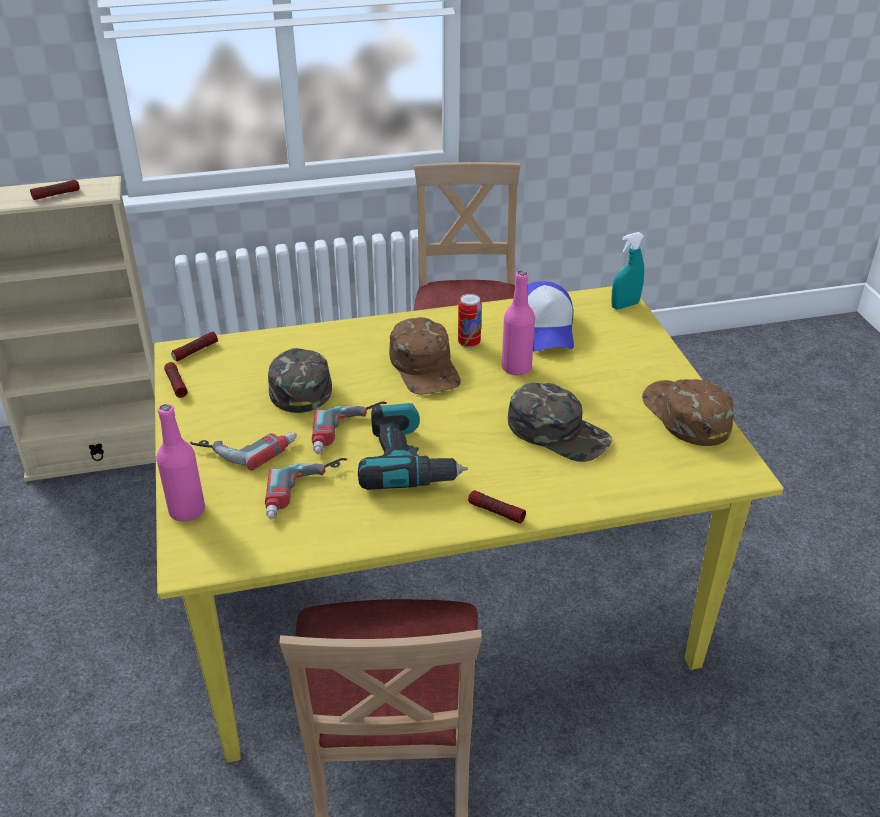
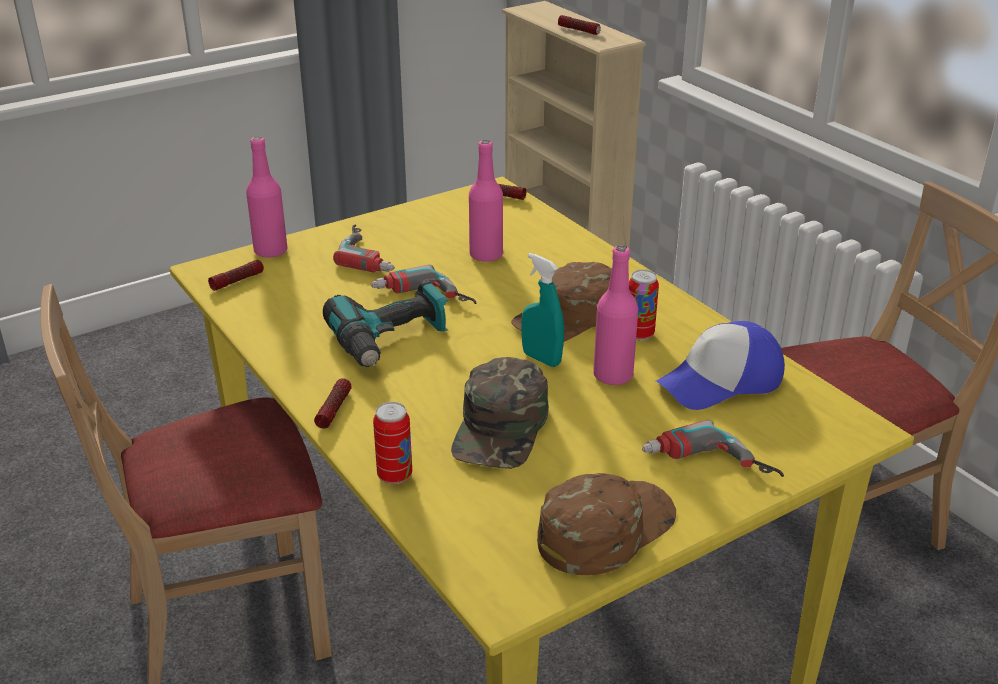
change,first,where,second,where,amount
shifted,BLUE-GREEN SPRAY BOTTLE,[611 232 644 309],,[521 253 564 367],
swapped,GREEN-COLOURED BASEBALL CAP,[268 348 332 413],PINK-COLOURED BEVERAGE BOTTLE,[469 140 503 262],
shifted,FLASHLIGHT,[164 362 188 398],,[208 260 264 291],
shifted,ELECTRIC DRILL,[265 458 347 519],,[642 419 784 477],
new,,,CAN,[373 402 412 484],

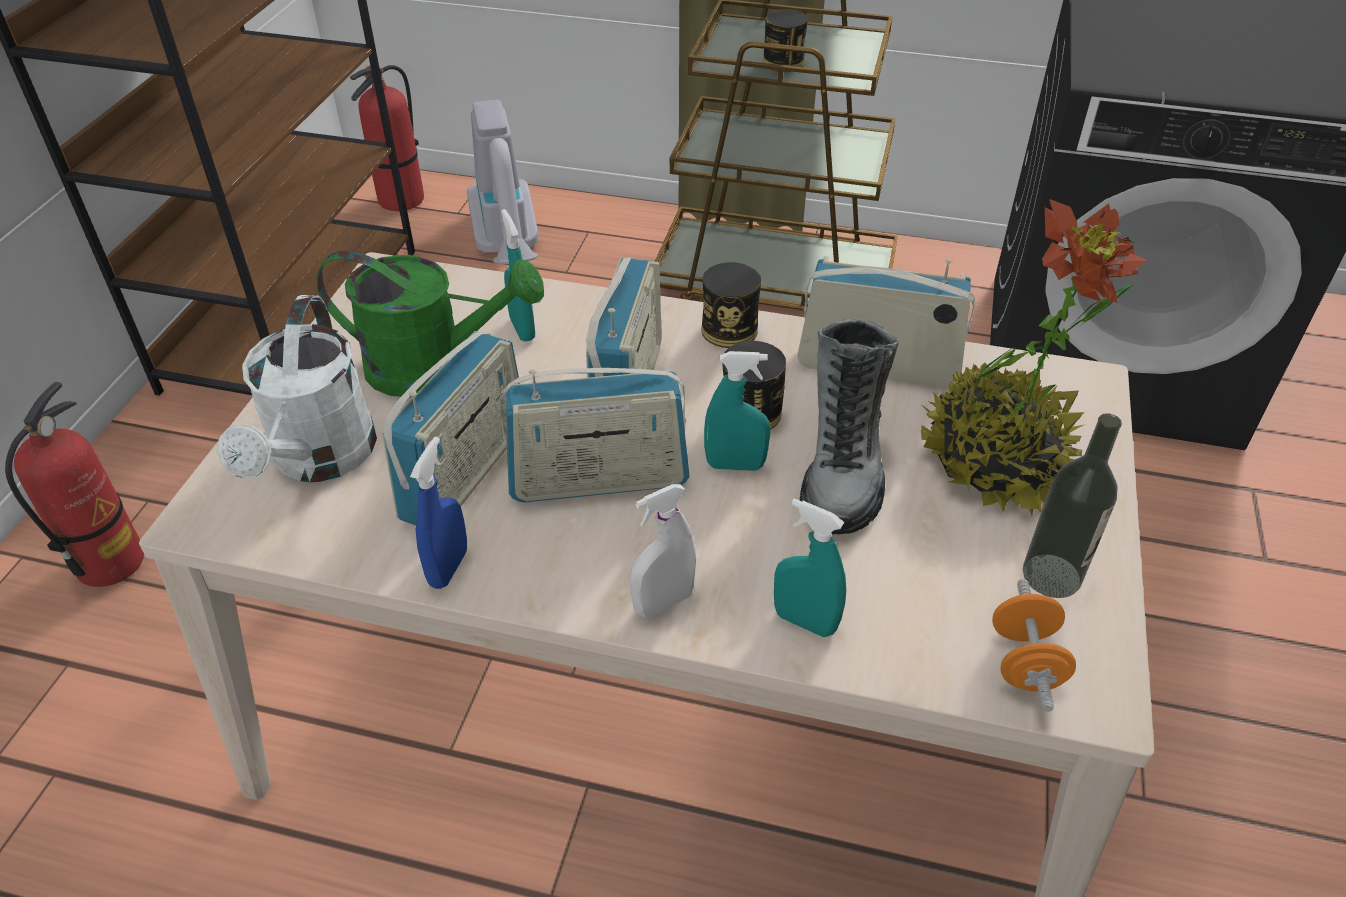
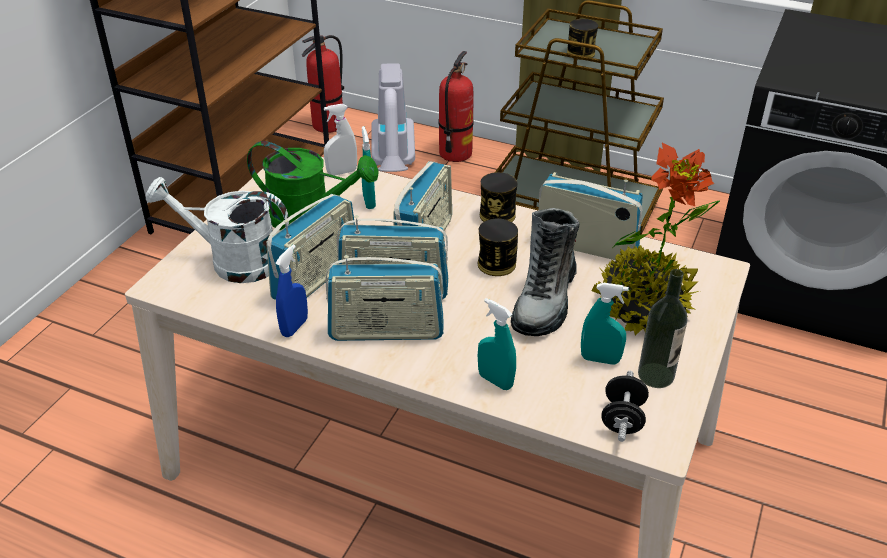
change,first,where,second,where,amount
rotated,WHITE WATERING CAN,[217 295 377 482],,[146 177 289 283],90 degrees clockwise
shifted,BLUE-GREEN SPRAY BOTTLE,[704 351 771 471],,[581 283 629 365],
shifted,FIRE-FIGHTING CYLINDER,[5 382 144 587],,[439 51 474 162],
shifted,WHITE SPRAY BOTTLE,[630 484 696 617],,[324 104 357 176],
repainted,ORANGE HAND WEIGHT,[992 579 1076 712],BLACKISH HAND WEIGHT,[601 371 649 442],
new,,,RADIO SET,[325 255 444 341],

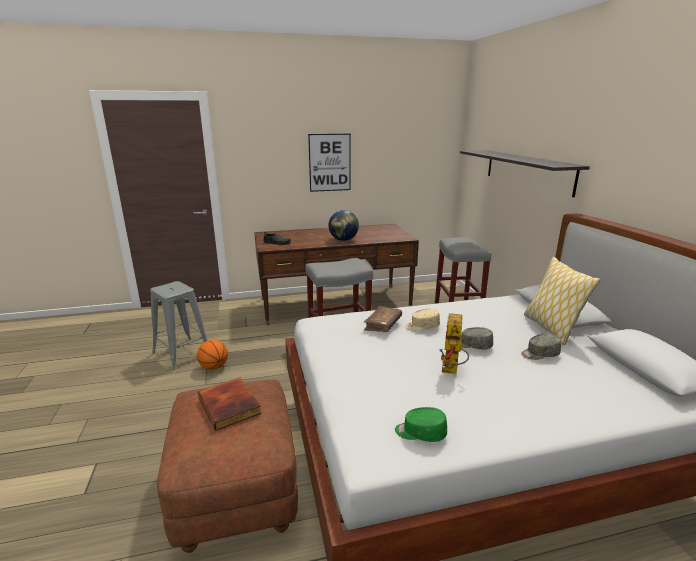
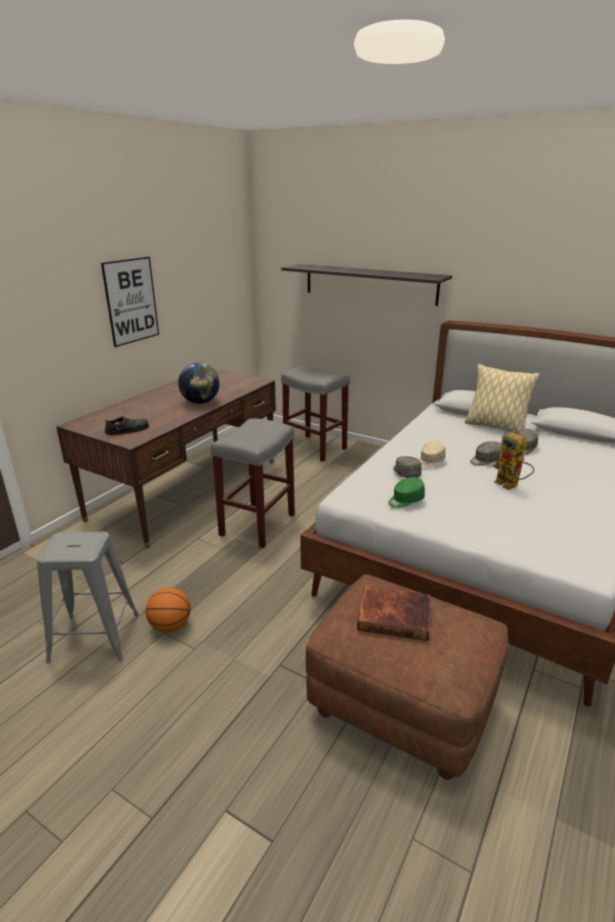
change,first,where,second,where,amount
swapped,BROWNISH BOOK,[364 306 402 332],GREYISH BASEBALL CAP,[393 456 422 478],
shifted,GREEN-COLOURED BASEBALL CAP,[395 407 447 442],,[388 477 425 508],

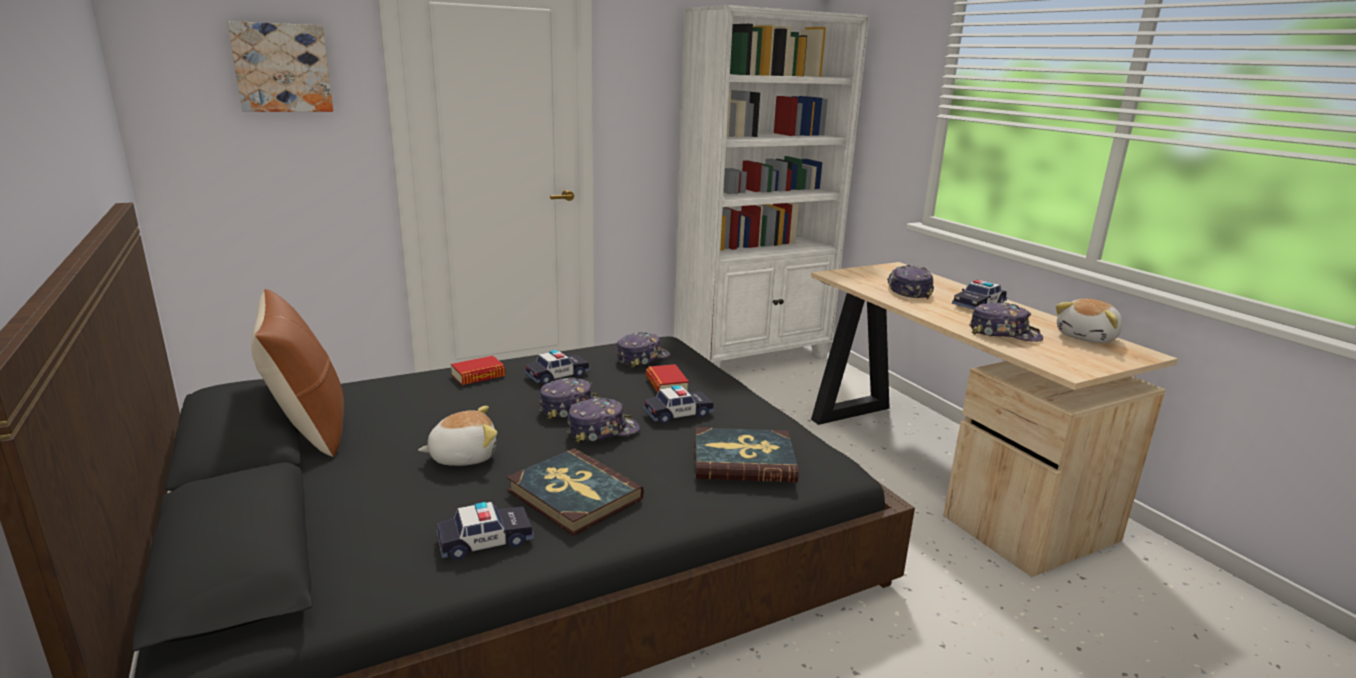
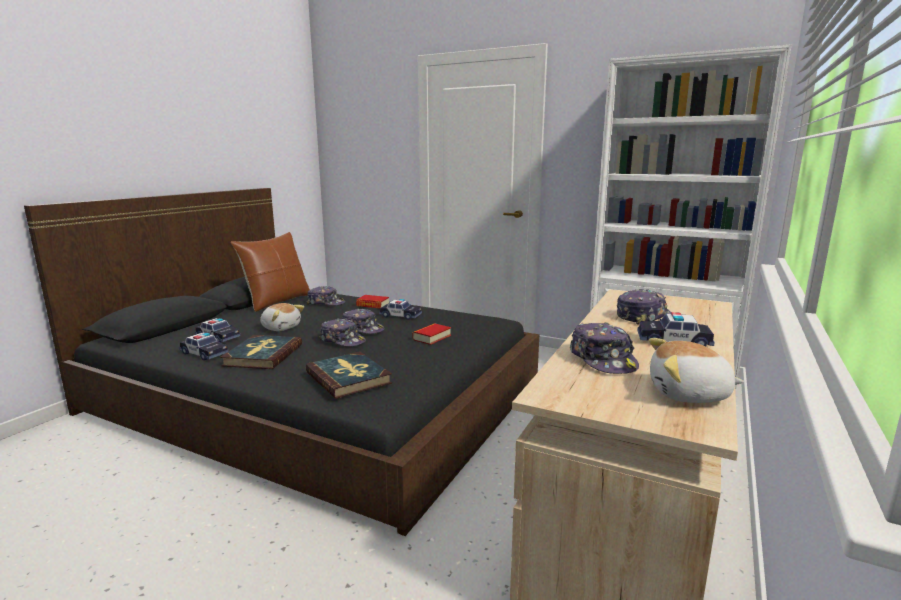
change,first,where,second,where,amount
gone,PICTURE,[228 21 333 112],,,
shifted,BASEBALL CAP,[617 332 671 368],,[307 286 346 305],
shifted,MODEL CAR,[643 385 715 424],,[195 318 241 343],

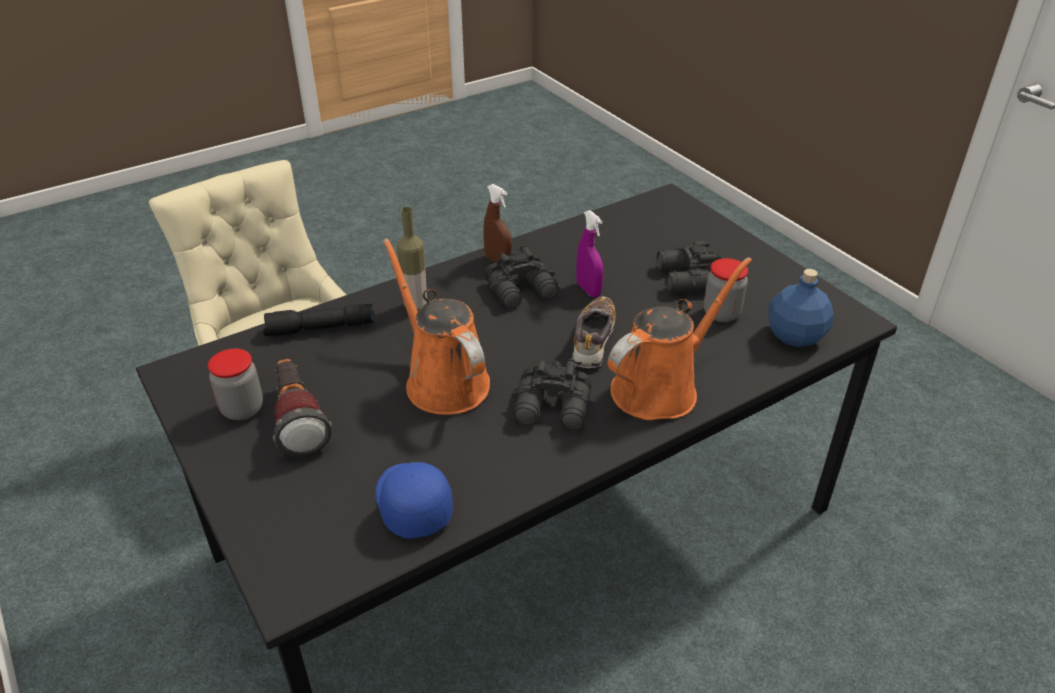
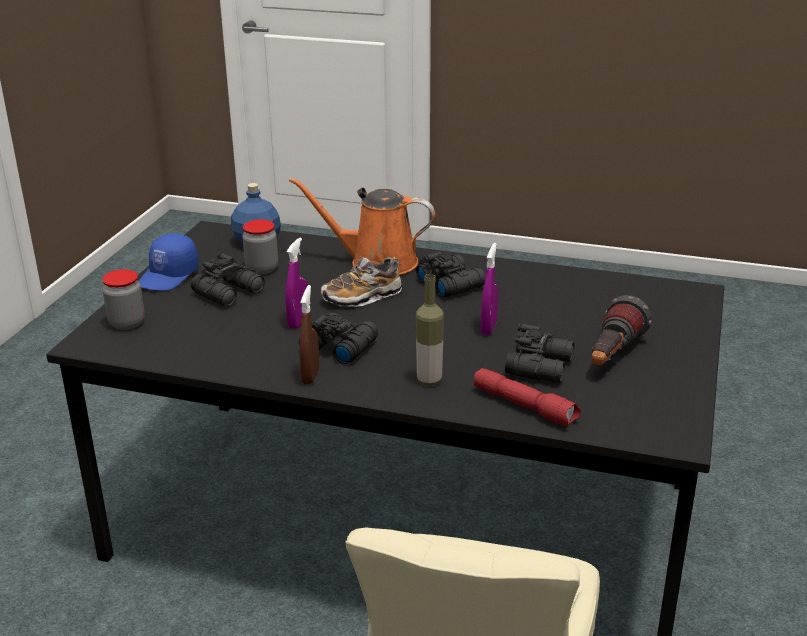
change,first,where,second,where,amount
swapped,ORANGE WATERING CAN,[383 238 490 415],PURPLISH SPRAY BOTTLE,[481 243 499 335],
repainted,BLACKISH FLASHLIGHT,[263 304 374 336],REDDISH FLASHLIGHT,[474 368 581 427],
shifted,JAR,[208 349 263 420],,[102 269 145 330],
shifted,BLUE-COLOURED BASEBALL CAP,[375 462 453 539],,[139 233 199 291],
new,,,BLACKISH FIELD GLASSES,[505 323 575 383],

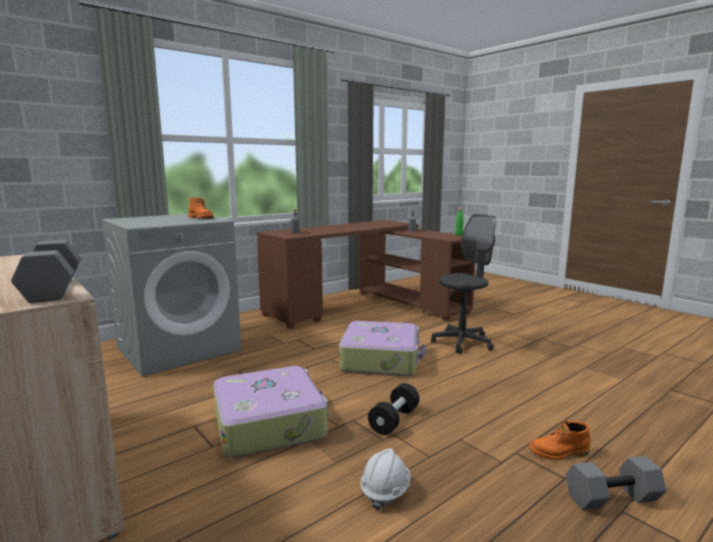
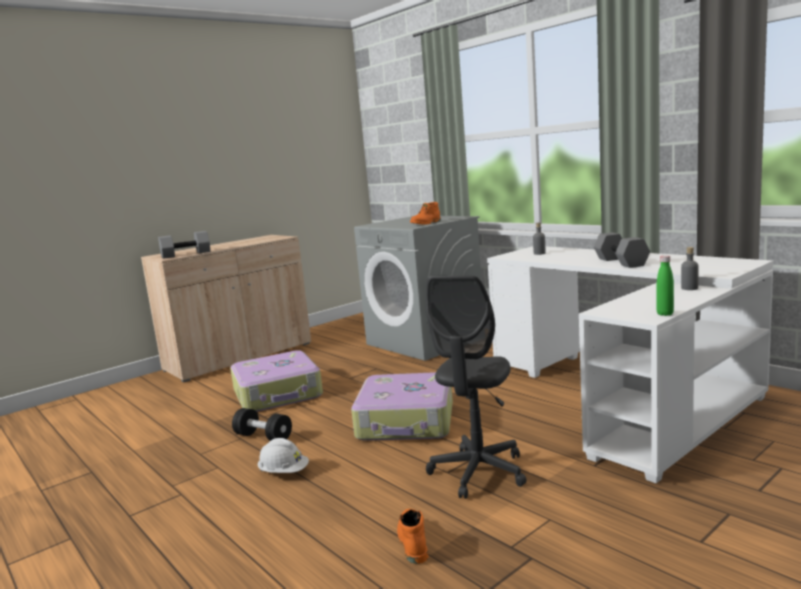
change,first,where,second,where,amount
rotated,GREYISH OFFICE CHAIR,[431 214 496 354],,[426 275 526 499],60 degrees clockwise
repainted,BROWNISH DESK,[257 220 475 329],WHITE DESK,[487 246 773 483],
shifted,ORANGE TALL BOOT,[529 421 591 460],,[397 509 429 564],
shifted,WHITE WORK HELMET,[360 448 411 510],,[258 438 309 473],
shifted,GREYISH HAND WEIGHT,[566 456 666 510],,[594 232 650 268],

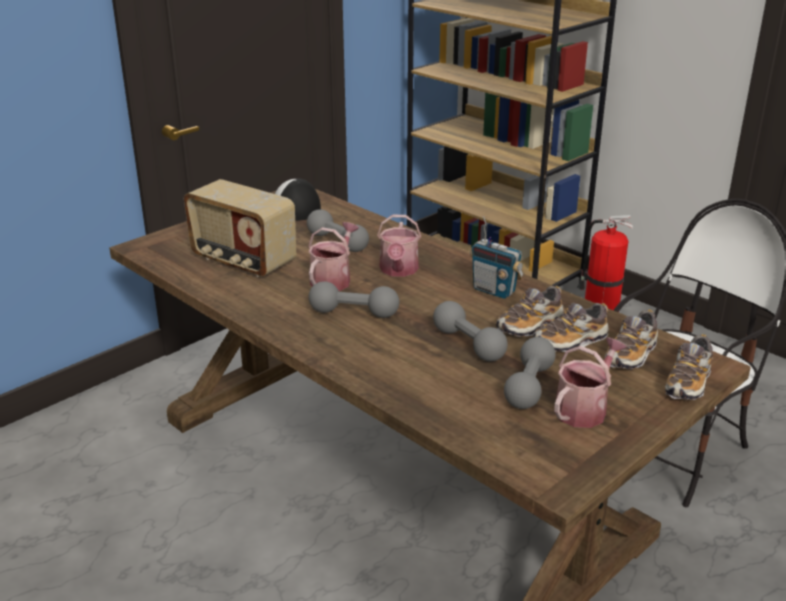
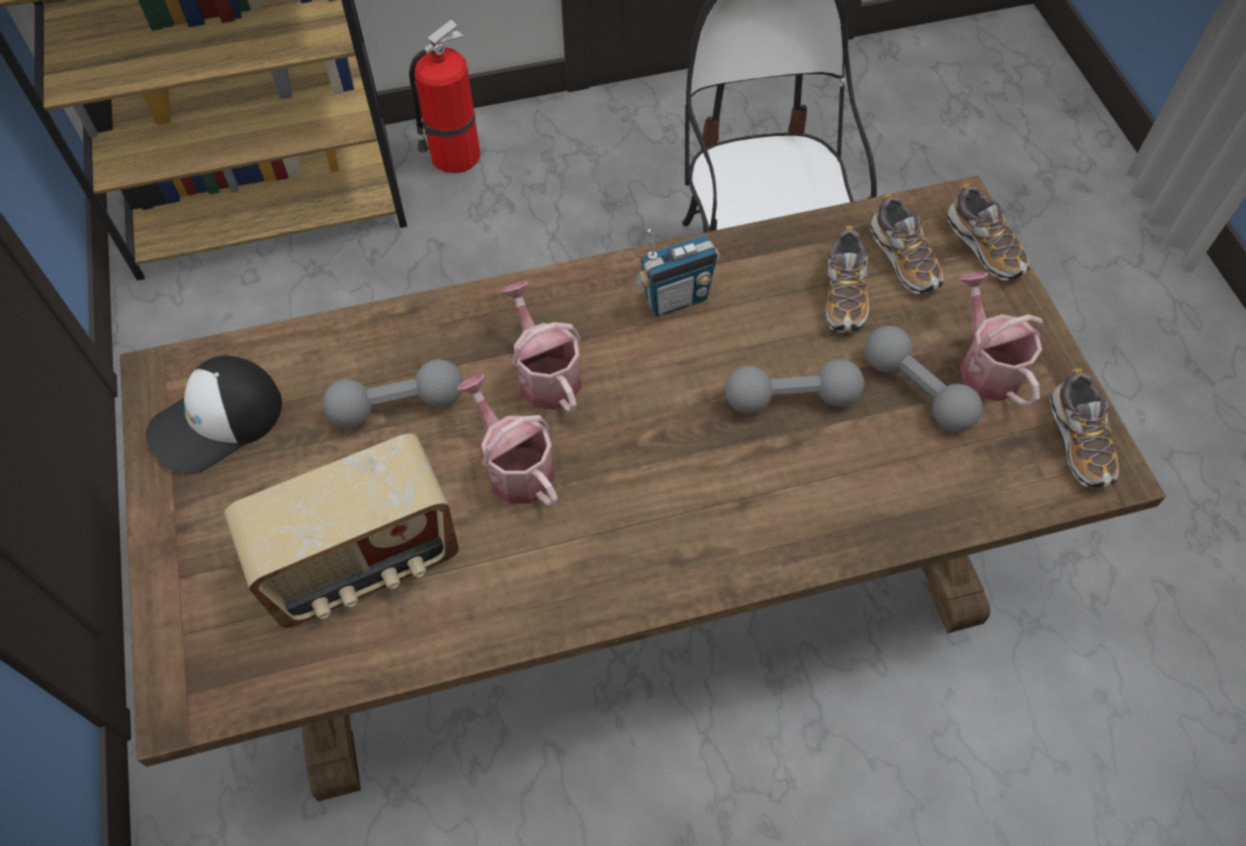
change,first,where,second,where,amount
rotated,WATERING CAN,[377 214 421 277],,[501 281 582 413],150 degrees counterclockwise
gone,GREYISH HAND WEIGHT,[309 281 399 318],,,
shifted,LOW SHOE,[496 286 563 337],,[1050 368 1119 488],

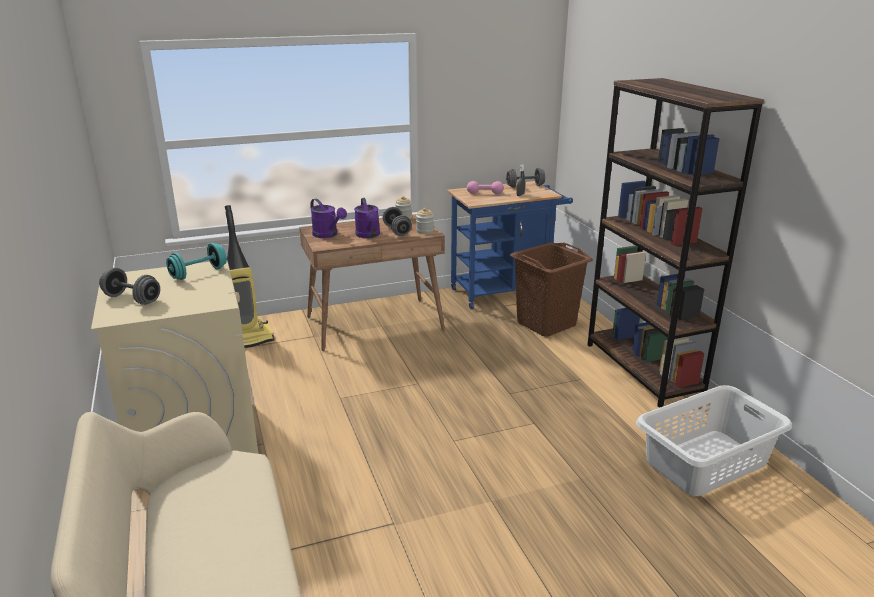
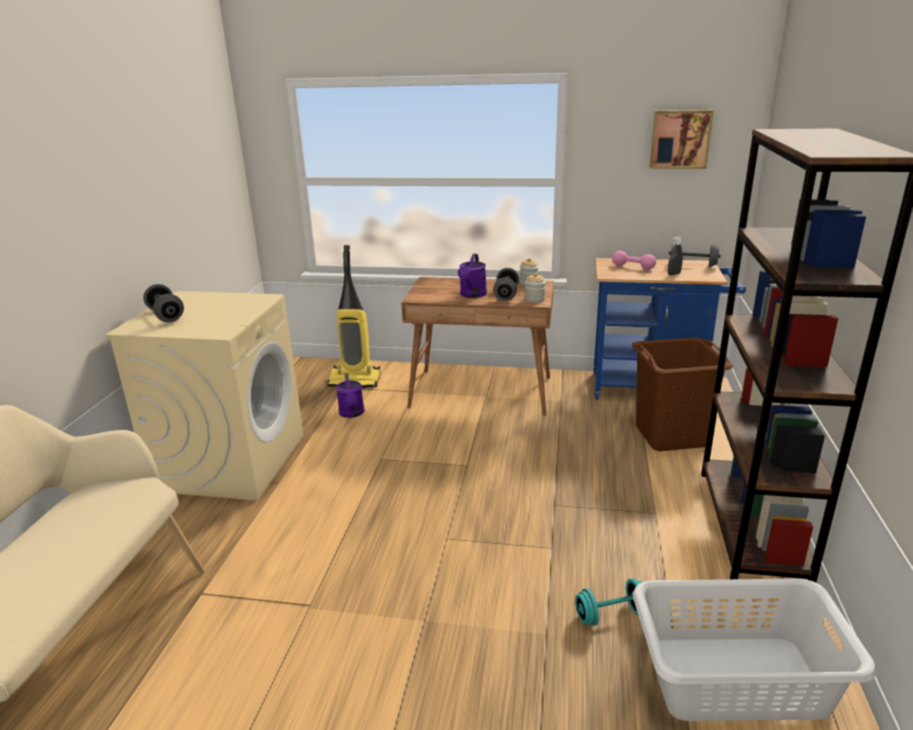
change,first,where,second,where,amount
shifted,PURPLISH WATERING CAN,[310 199 347 238],,[336 373 365 418],
shifted,BLUE-GREEN HAND WEIGHT,[166 243 227 280],,[575 578 642 626],
new,,,PICTURE,[649 110 714 169],

